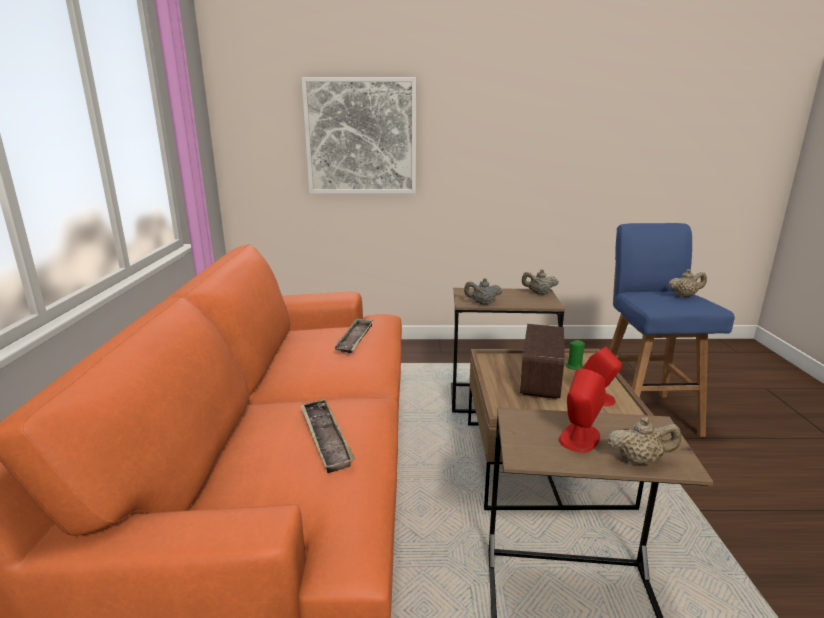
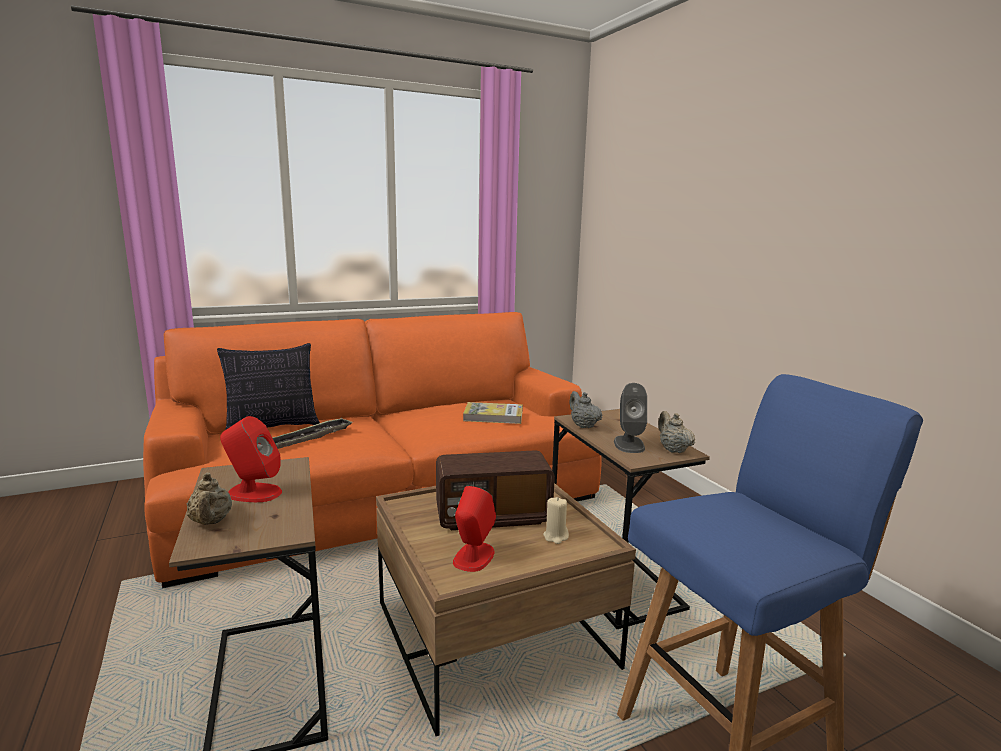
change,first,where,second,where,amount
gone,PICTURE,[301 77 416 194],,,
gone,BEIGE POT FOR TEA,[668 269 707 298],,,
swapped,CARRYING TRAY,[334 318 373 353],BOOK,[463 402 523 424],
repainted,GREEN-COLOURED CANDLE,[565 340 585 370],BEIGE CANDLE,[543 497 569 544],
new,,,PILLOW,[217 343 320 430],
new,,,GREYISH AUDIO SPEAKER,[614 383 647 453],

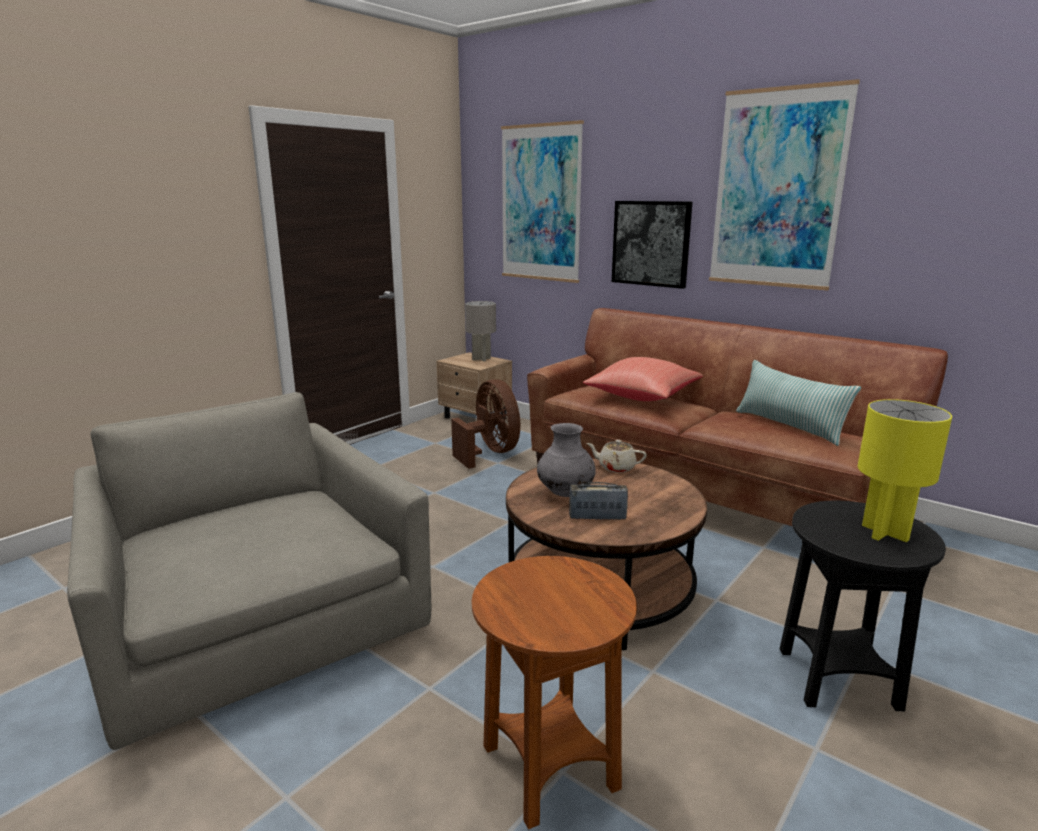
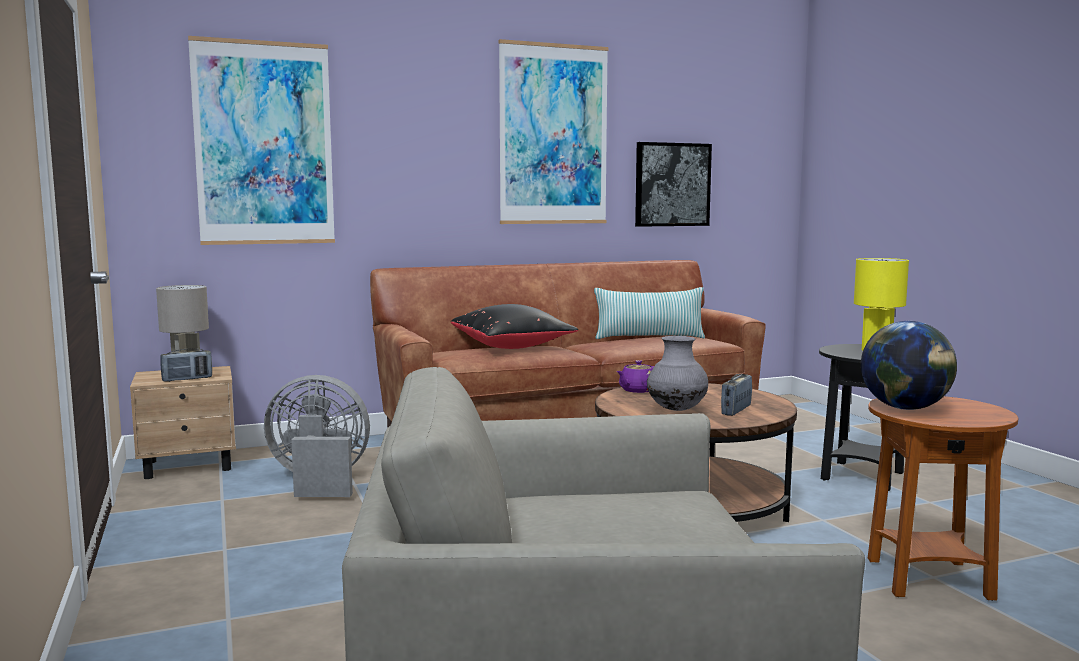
change,first,where,second,where,amount
shifted,PICTURE,[612 201 692 289],,[635 142 712 227],
repainted,REDDISH PILLOW,[583 357 703 401],BLACKISH PILLOW,[451 304 578 349],
repainted,BROWNISH COOLING FAN,[451 379 520 469],GREYISH COOLING FAN,[264 375 370 497],
repainted,BEIGE POT FOR TEA,[587 440 647 473],PURPLISH POT FOR TEA,[617 360 654 393],
new,,,WORLD GLOBE,[861 321 957 410],
new,,,RADIO SET,[160 348 212 382],

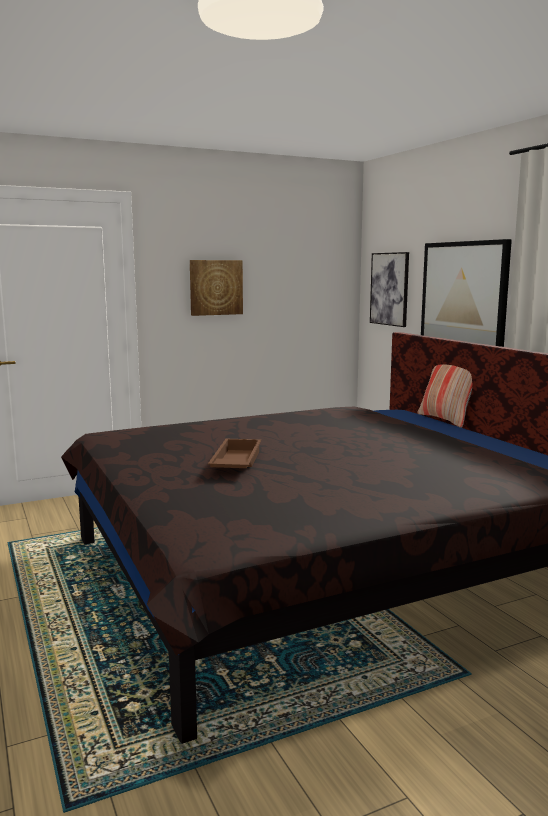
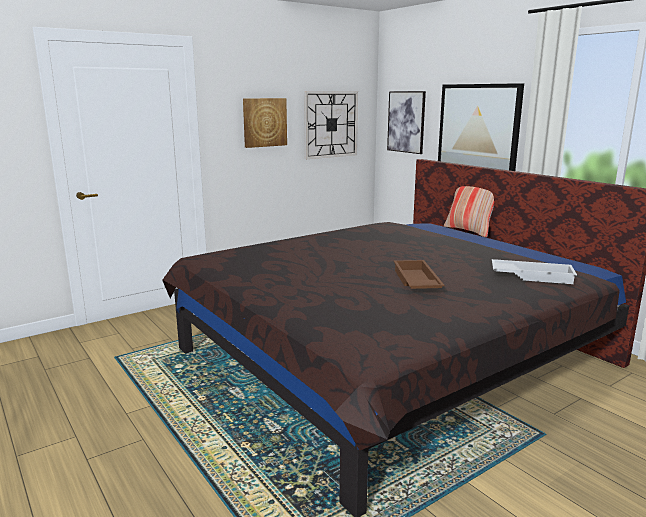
change,first,where,second,where,amount
shifted,BROWNISH CARRYING TRAY,[208 439 261 468],,[394 260 445 289],
new,,,CLOCK ON THE WALL,[304 91 358 159],
new,,,WHITE CARRYING TRAY,[492 259 577 284],

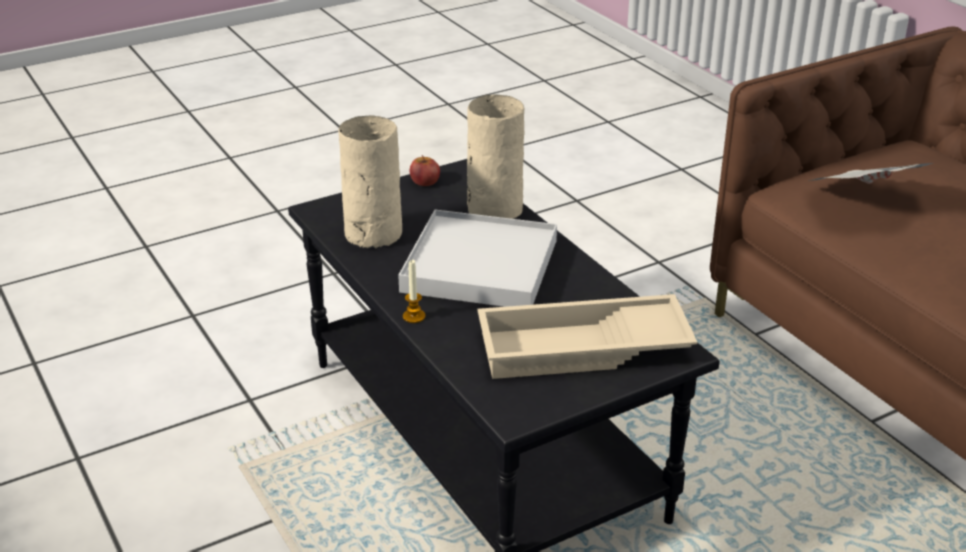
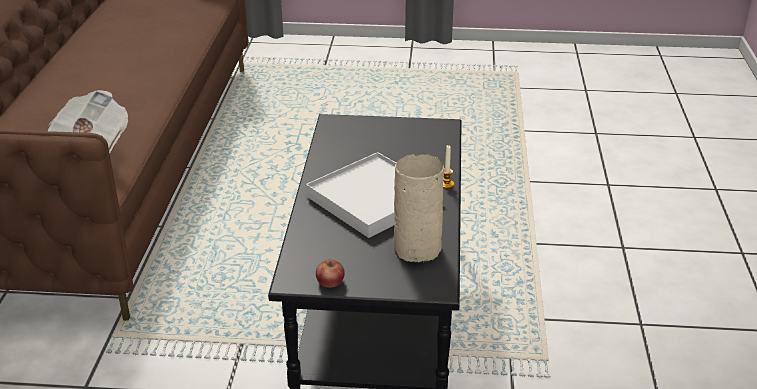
change,first,where,second,where,amount
gone,BEIGE FLOWER VASE,[467 94 525 219],,,
gone,BEIGE CARRYING TRAY,[478 294 698 379],,,

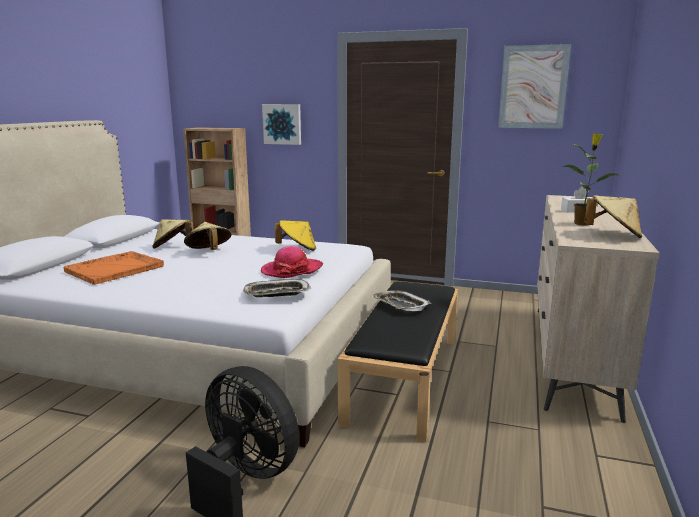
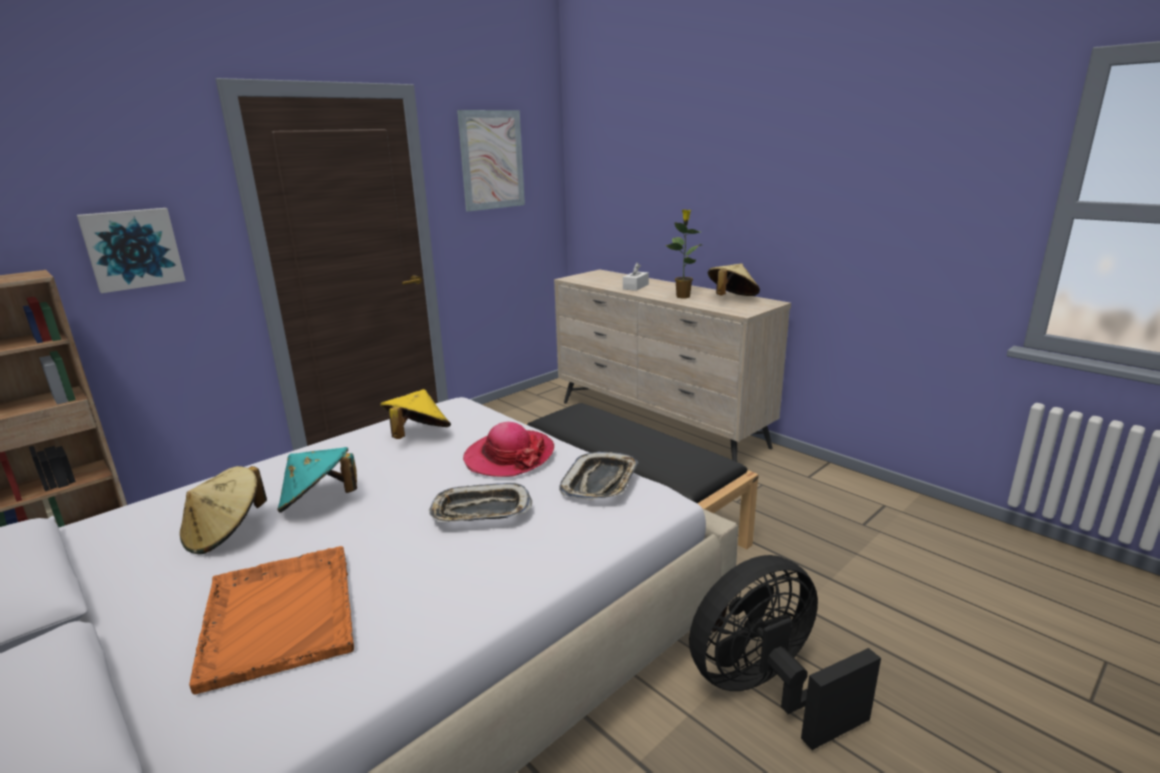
change,first,where,second,where,amount
repainted,BEIGE CLOTHING HAT,[184 222 232 250],BLUE-GREEN CLOTHING HAT,[277 447 357 513],
shifted,CARRYING TRAY,[372 290 431 311],,[429 483 532 522],

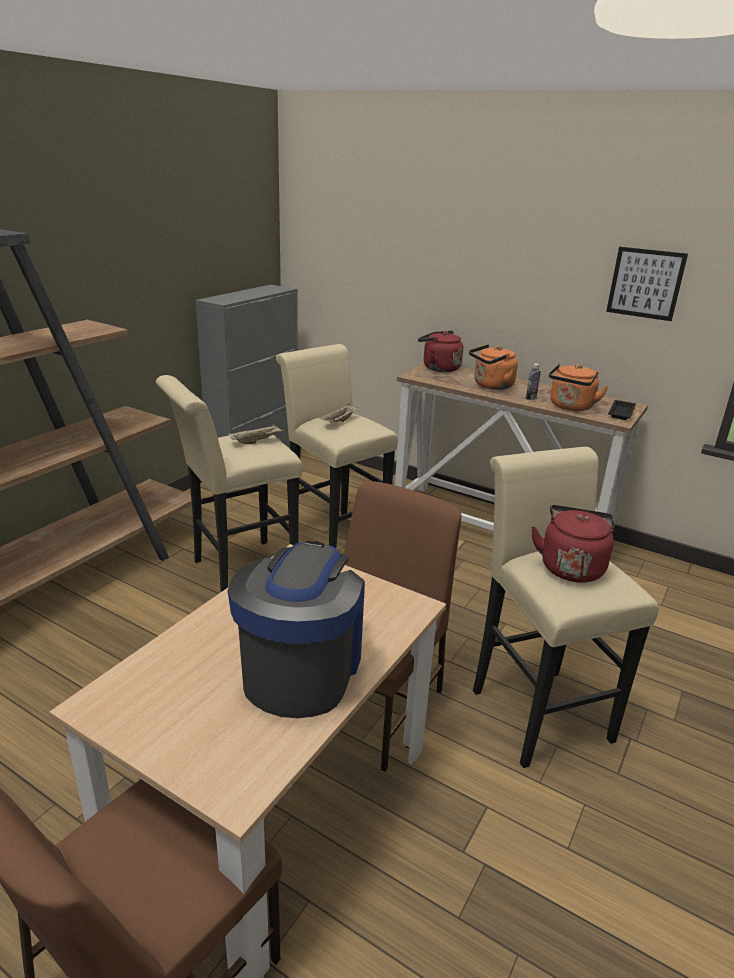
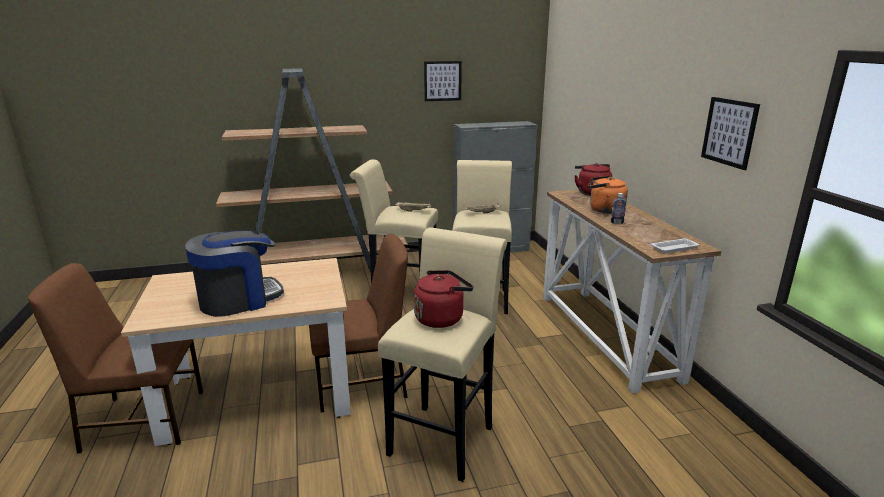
change,first,where,second,where,amount
gone,ORANGE KETTLE,[549 363 609 411],,,
repainted,BLACKISH CARRYING TRAY,[608 400 636 420],WHITE CARRYING TRAY,[650 238 700 253],
new,,,PICTURE,[424 61 462 101],

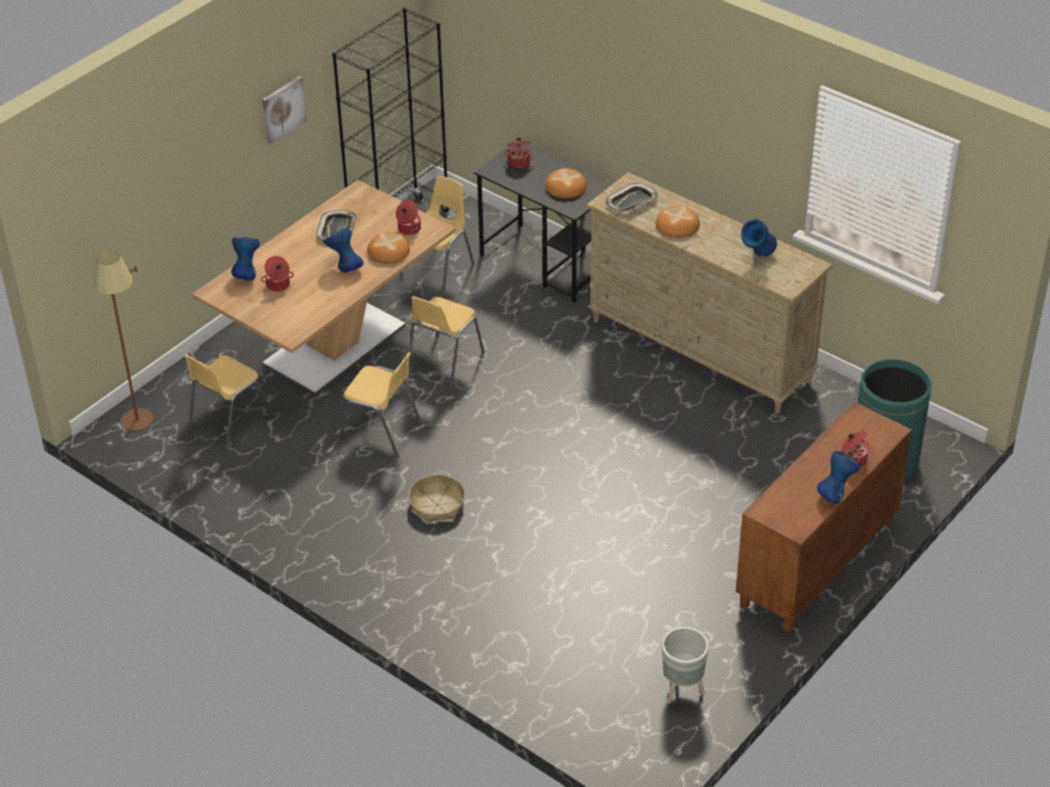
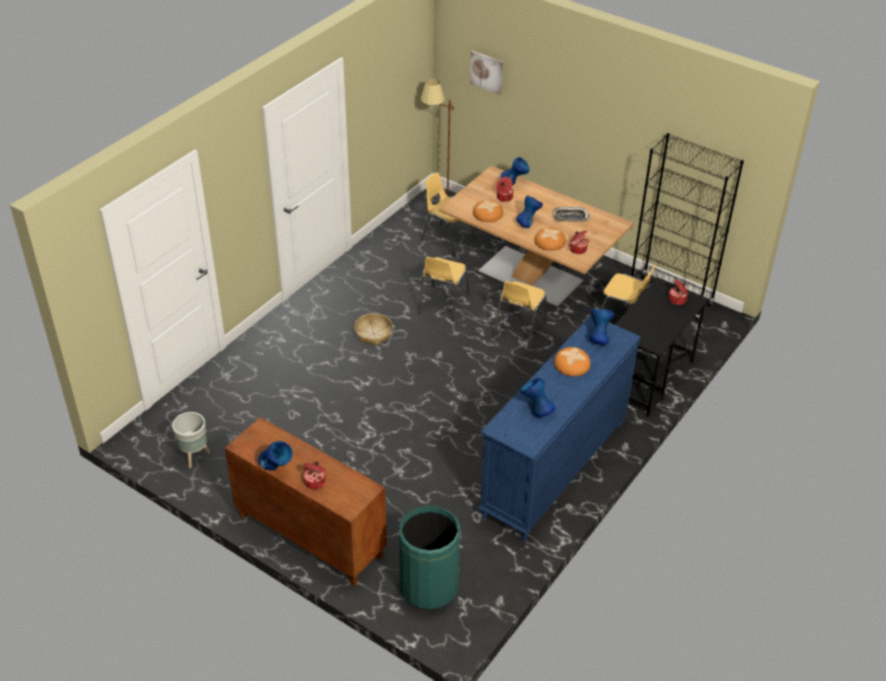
change,first,where,second,where,amount
shifted,PICTURE,[262 76 307 144],,[470 51 503 95],
shifted,BREAD,[545 168 587 199],,[473 200 503 222],
repainted,BEIGE DRESSER,[587 172 832 414],BLUE-COLOURED DRESSER,[478 315 641 541],
swapped,CARRYING TRAY,[605 183 658 213],BLUE-COLOURED FLOWER VASE,[589 309 614 345],
rotated,YELLOW-COLOURED PLAIN CHAIR,[409 296 485 389],,[494 281 547 348],90 degrees counterclockwise

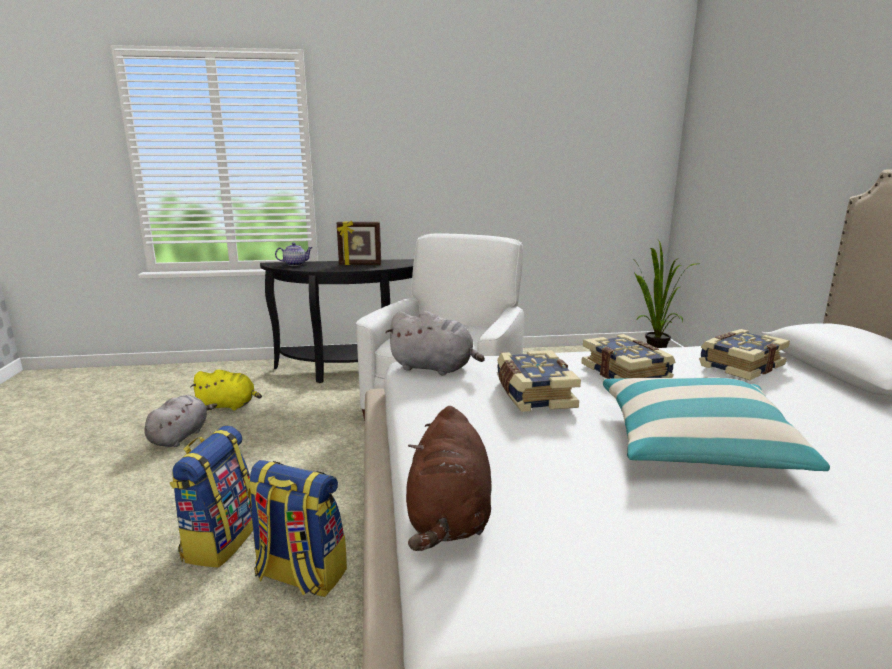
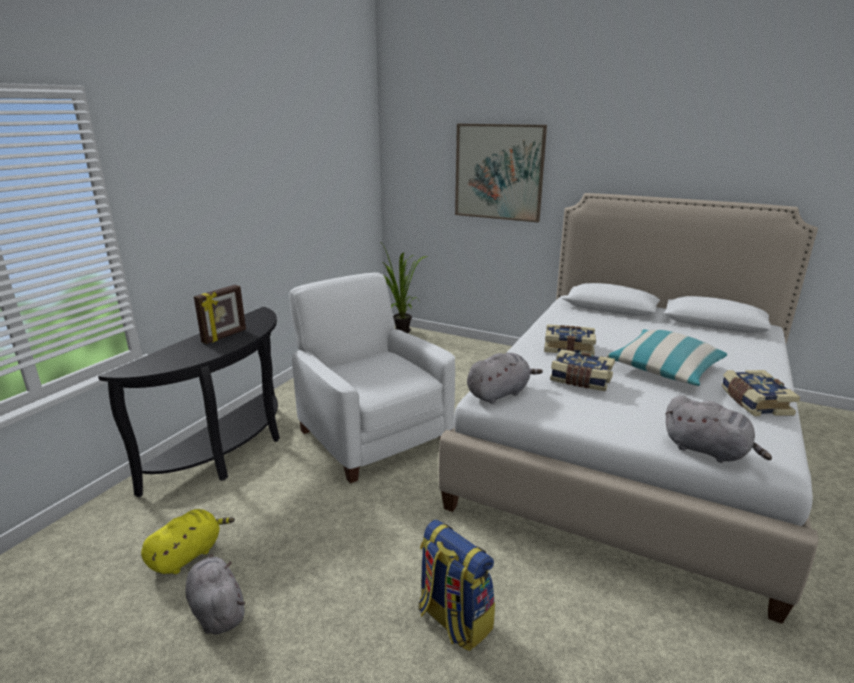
change,first,where,second,where,amount
gone,POT FOR TEA,[275 243 313 266],,,
shifted,BOOK,[699 329 790 381],,[722 370 800 416],
repainted,BROWNISH PLUSH TOY,[406 406 492 551],GREYISH PLUSH TOY,[665 395 772 463],
gone,BACKPACK,[247 460 347 597],,,
new,,,PICTURE,[455 124 547 222],

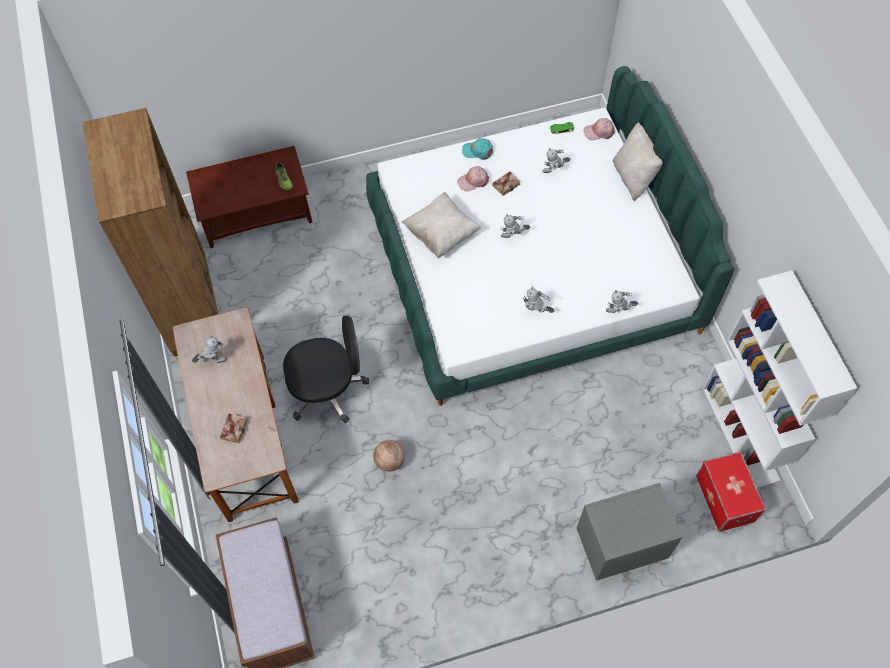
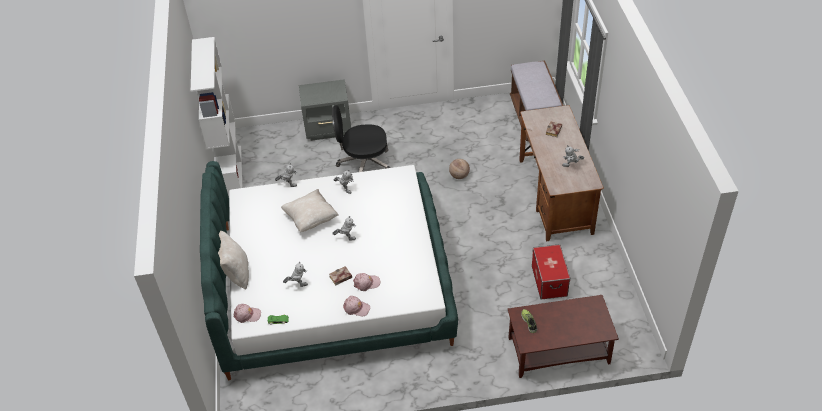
change,first,where,second,where,amount
gone,BROWNISH BOOKCASE,[82 108 218 357],,,
repainted,BLUE-GREEN BASEBALL CAP,[462 138 494 160],PINK-COLOURED BASEBALL CAP,[343 296 370 316],
shifted,BEIGE PILLOW,[401 192 481 258],,[281 189 339 232],
shifted,BLACKISH OFFICE CHAIR,[283 315 369 423],,[332 105 390 172],
shifted,STORAGE BOX,[696 451 766 532],,[532 244 570 300],

